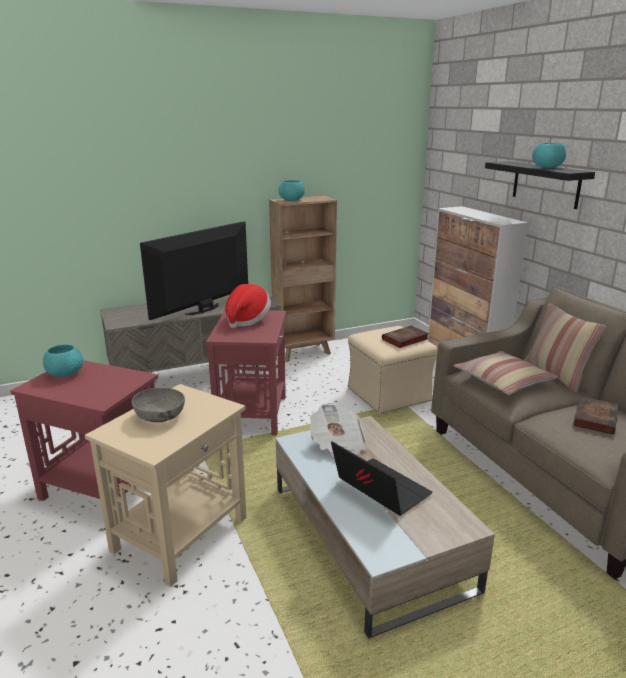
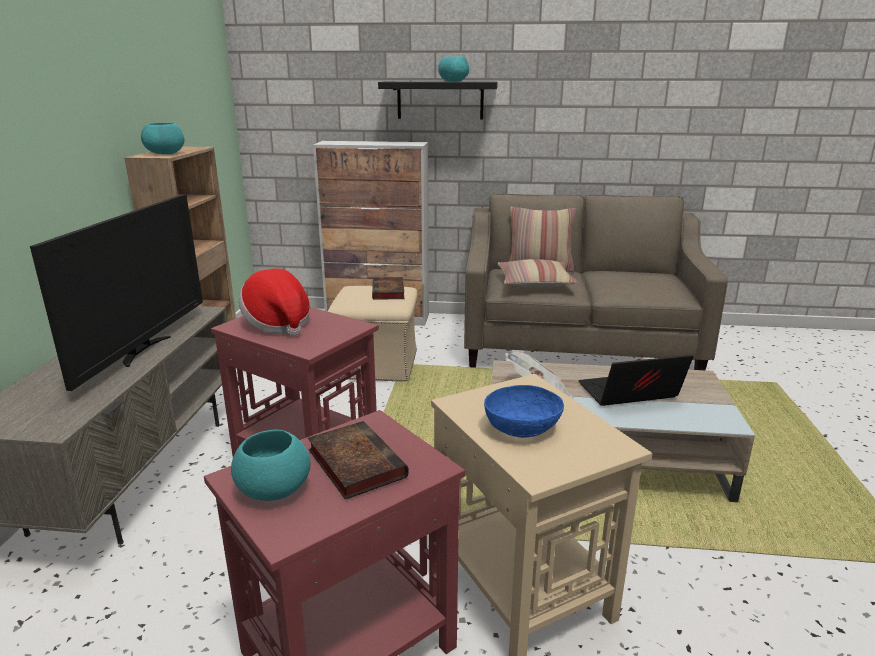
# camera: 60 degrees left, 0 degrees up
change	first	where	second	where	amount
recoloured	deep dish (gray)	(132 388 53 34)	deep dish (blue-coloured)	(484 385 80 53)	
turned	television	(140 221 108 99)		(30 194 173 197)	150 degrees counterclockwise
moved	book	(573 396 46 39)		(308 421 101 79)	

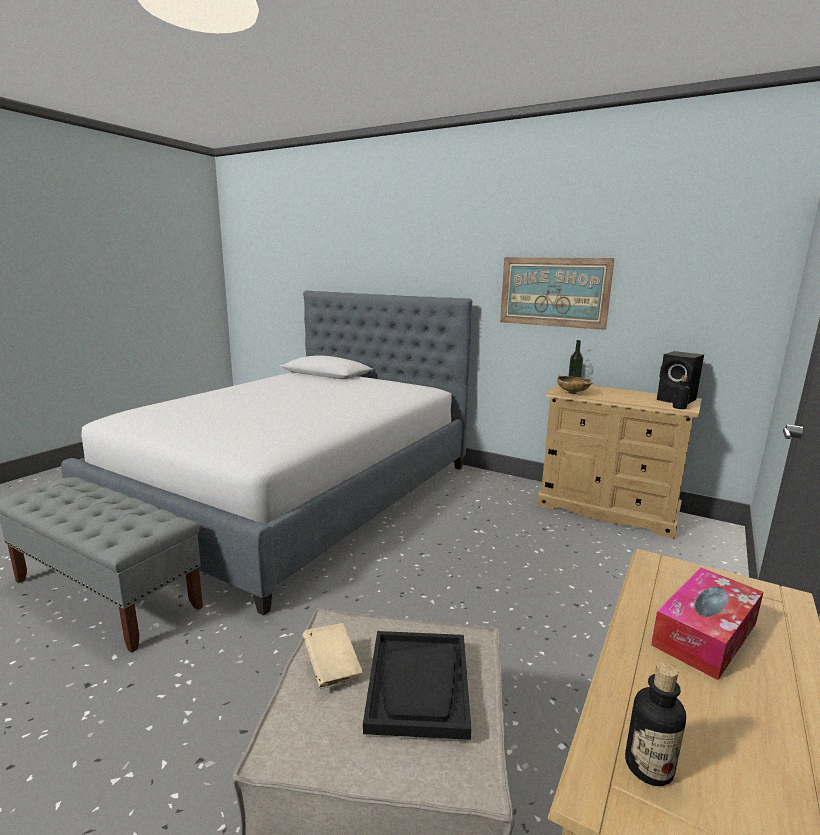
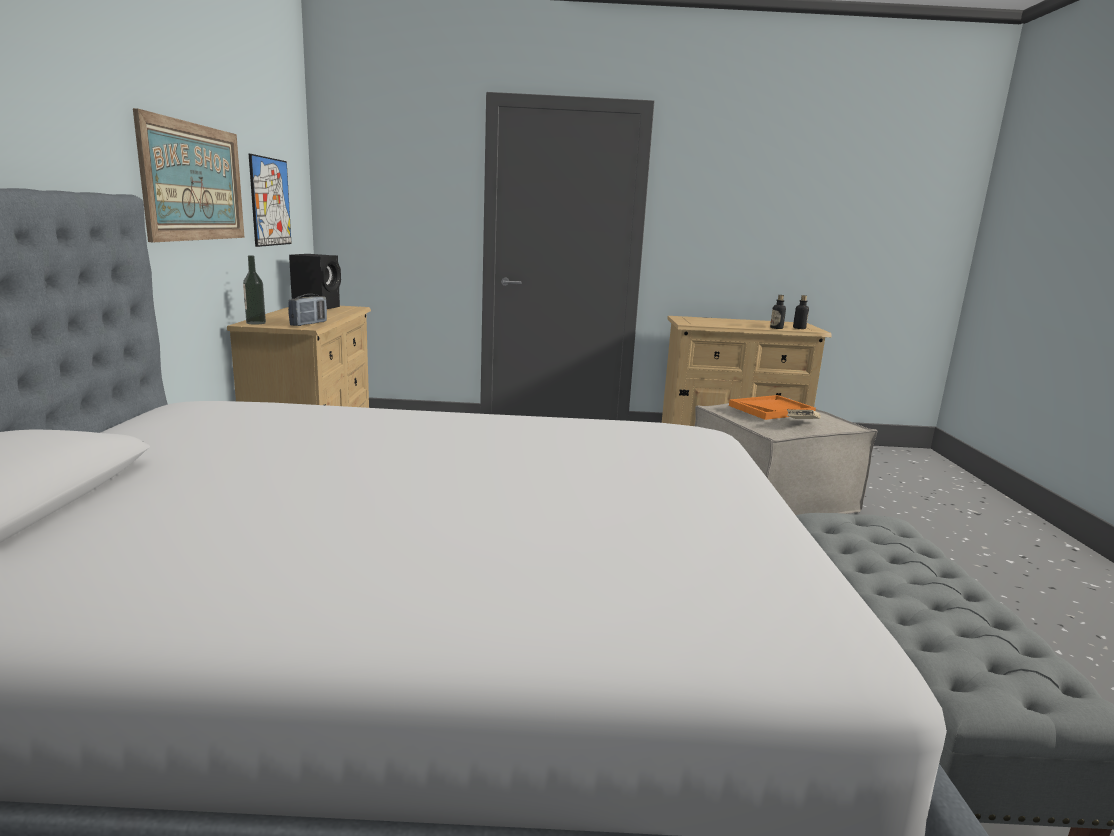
# camera: 120 degrees left, 0 degrees up
change	first	where	second	where	amount
recoloured	serving tray (black)	(363 631 108 109)	serving tray (orange)	(729 395 87 25)	
replaced	deep dish (beige)	(557 375 36 19)	radio set	(288 294 39 32)	
removed	tissue box	(651 568 112 112)			
moved	beverage bottle	(673 375 17 34)		(770 295 16 34)	
added			wall picture	(249 154 43 93)	

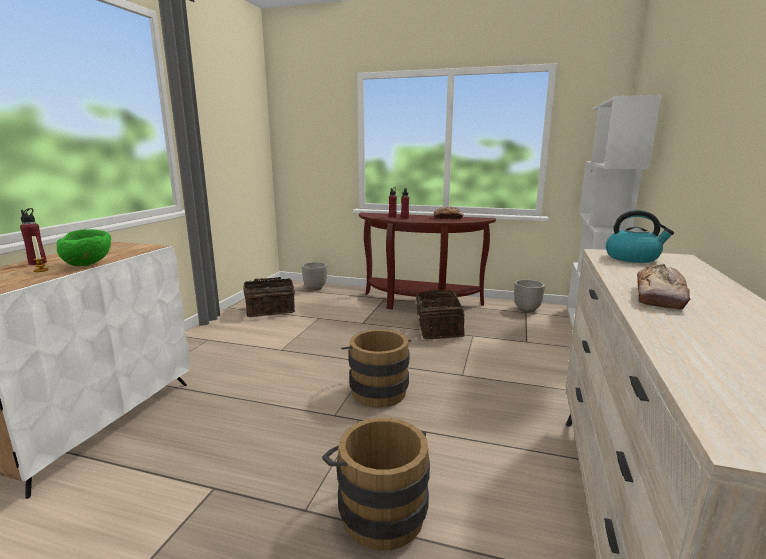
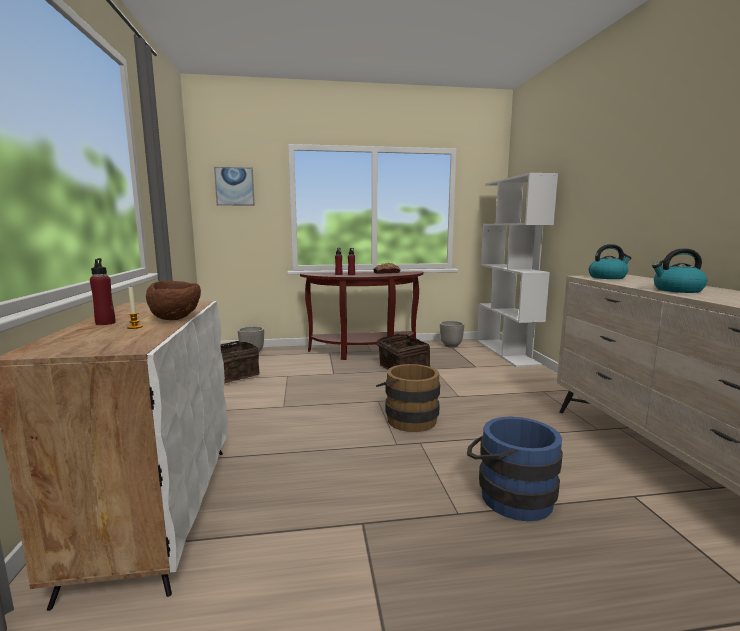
# camera: 25 degrees left, 5 degrees down
change	first	where	second	where	amount
recoloured	deep dish (greenish)	(57 229 54 37)	deep dish (brownish)	(146 281 55 39)	
recoloured	water bucket (brownish)	(322 418 108 132)	water bucket (blue-coloured)	(467 417 96 104)	
replaced	bakery bread	(637 264 53 46)	water kettle	(652 249 55 44)	
added			wall picture	(214 167 41 39)	

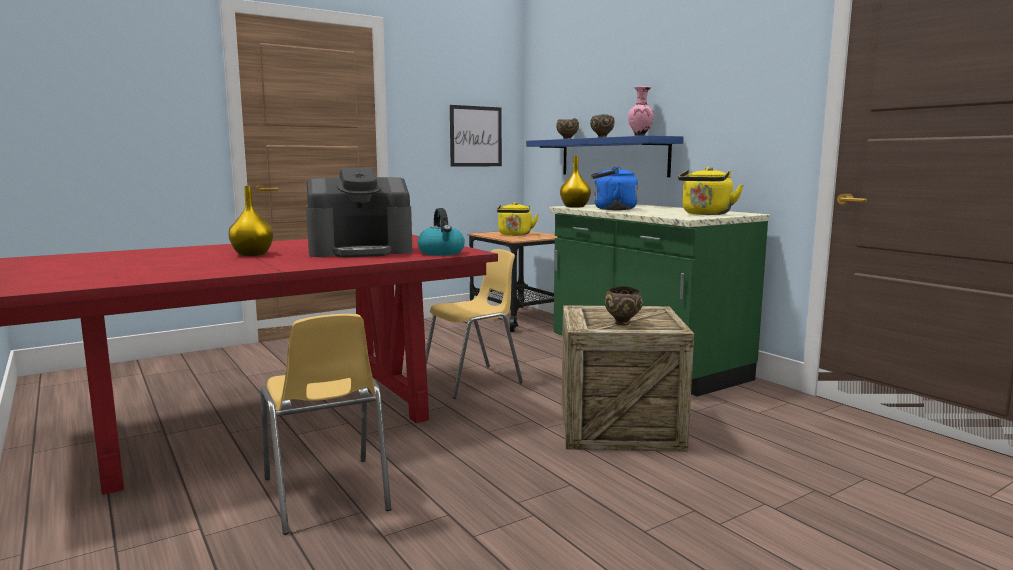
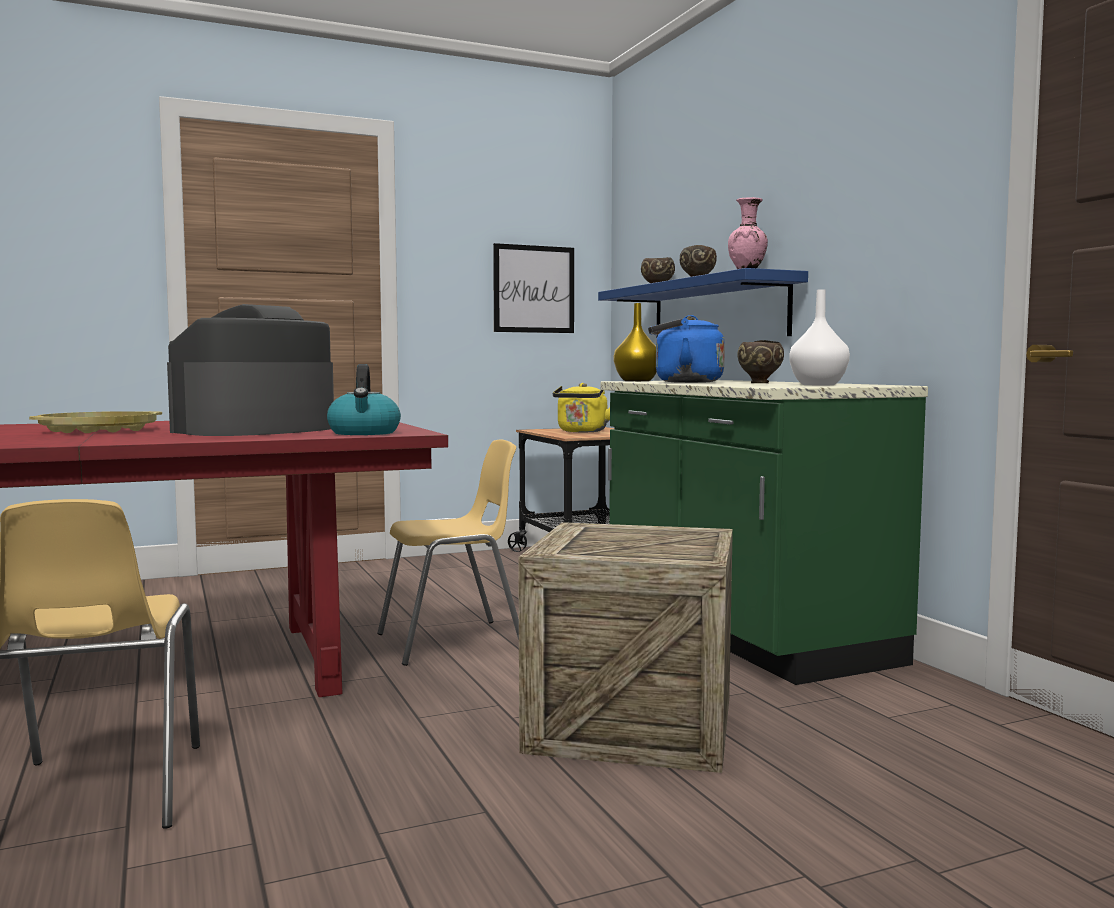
# camera: 10 degrees right, 5 degrees down
change	first	where	second	where	amount
replaced	flower vase (yellow-coloured)	(228 186 45 70)	serving tray (yellow-coloured)	(29 411 133 22)	
turned	coffee brewer	(306 168 106 90)		(167 304 167 132)	135 degrees clockwise
moved	deep dish (brownish)	(605 286 38 39)		(738 340 46 43)	
replaced	water kettle (yellow-coloured)	(678 167 66 48)	flower vase (whitish)	(789 289 61 96)	

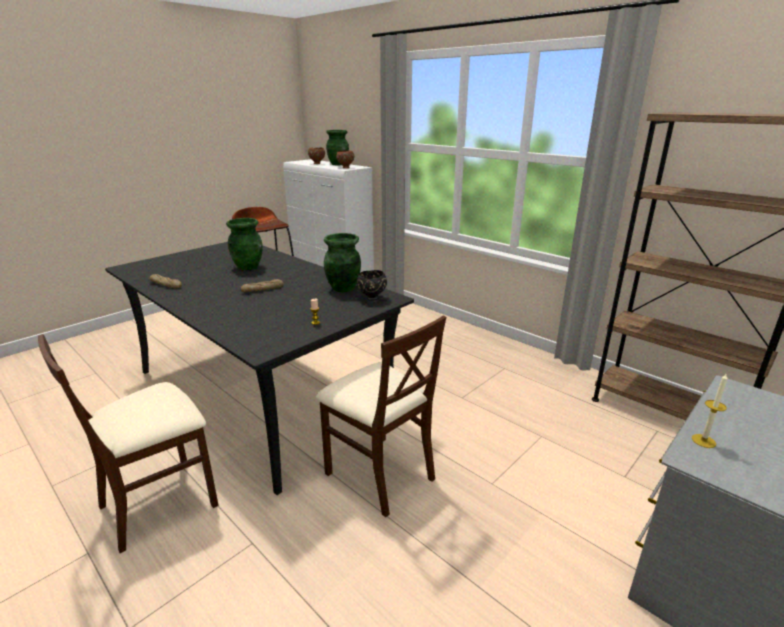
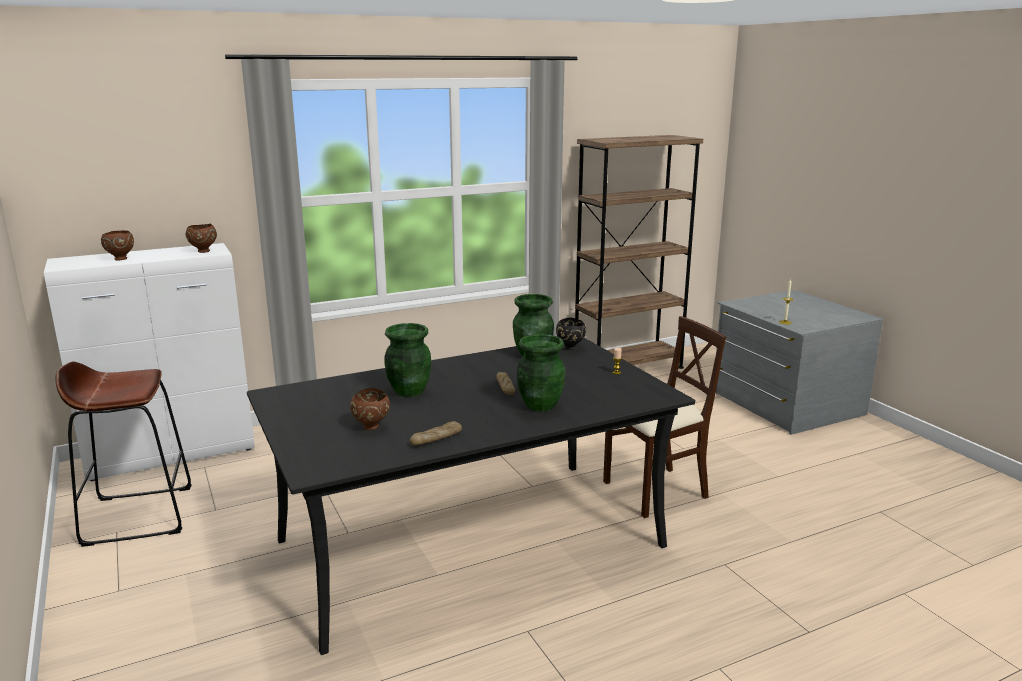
# camera: 70 degrees left, 5 degrees down
change	first	where	second	where	amount
removed	chair (beige)	(38 334 181 219)			
moved	flower vase (greenish)	(326 130 23 35)		(517 334 48 78)	
added			deep dish (brownish)	(350 388 40 42)	

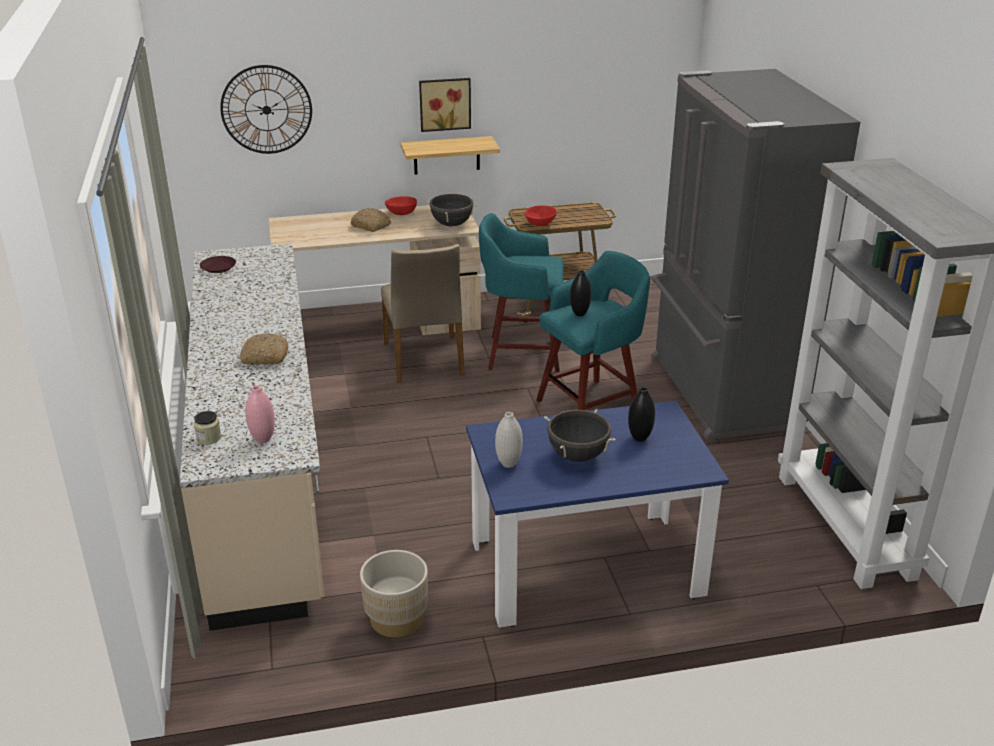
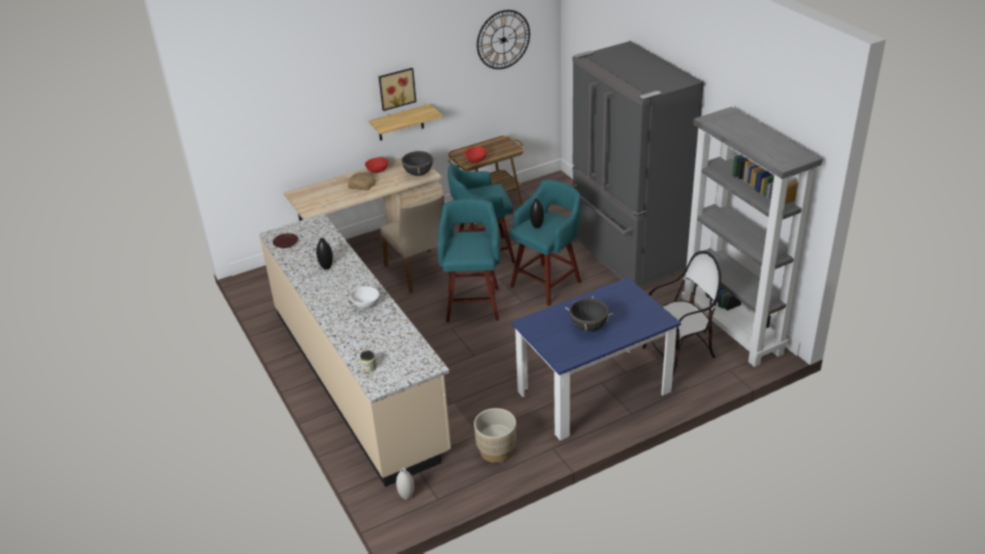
# camera: 15 degrees left, 5 degrees up
change	first	where	second	where	amount
moved	clock on the wall	(220 65 92 89)		(477 10 53 59)	
replaced	bakery bread	(240 333 48 32)	deep dish (whitish)	(350 286 29 23)	
removed	flower vase (pinkish)	(245 386 30 57)			
moved	flower vase (whitish)	(495 412 28 56)		(396 468 18 32)	
moved	flower vase (black)	(628 387 27 55)		(316 238 17 32)	
added			stool (blue-green)	(437 199 63 123)	
added			chair	(643 251 78 124)	

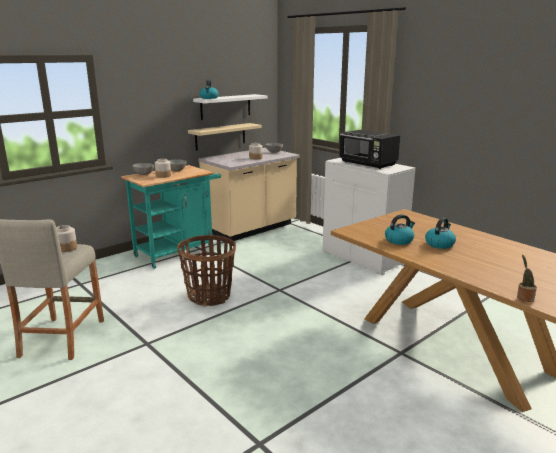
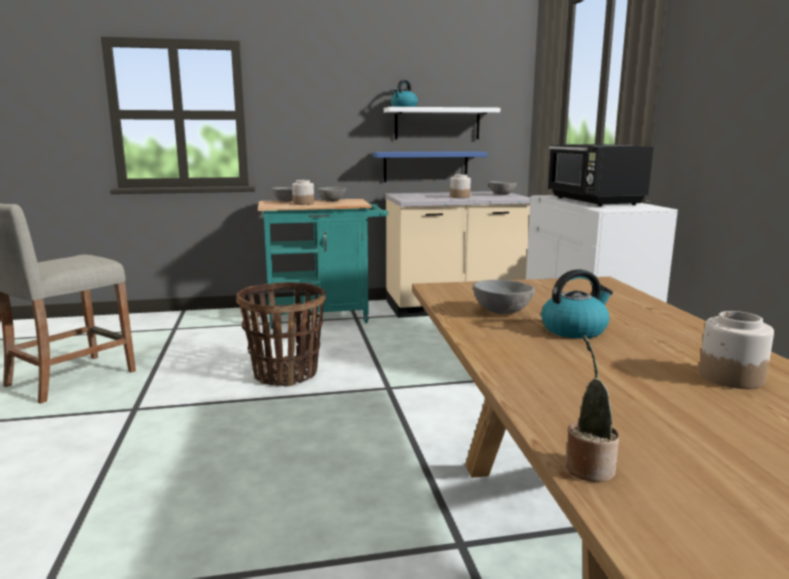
# camera: 30 degrees right, 5 degrees down
change	first	where	second	where	amount
moved	preserve jar	(56 225 21 27)		(699 311 75 78)	
recoloured	shelf (beige)	(188 123 74 28)	shelf (blue-coloured)	(373 151 115 31)	
replaced	water kettle	(385 214 30 31)	deep dish (gray)	(473 280 62 34)	

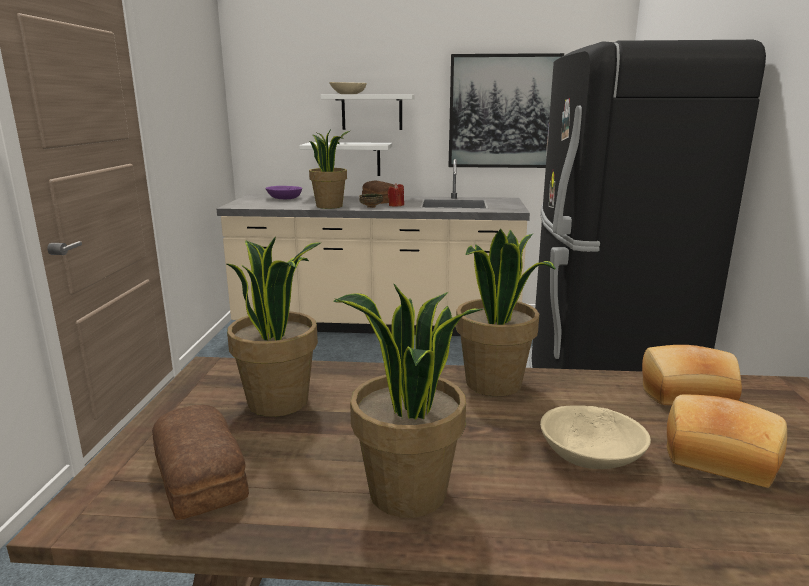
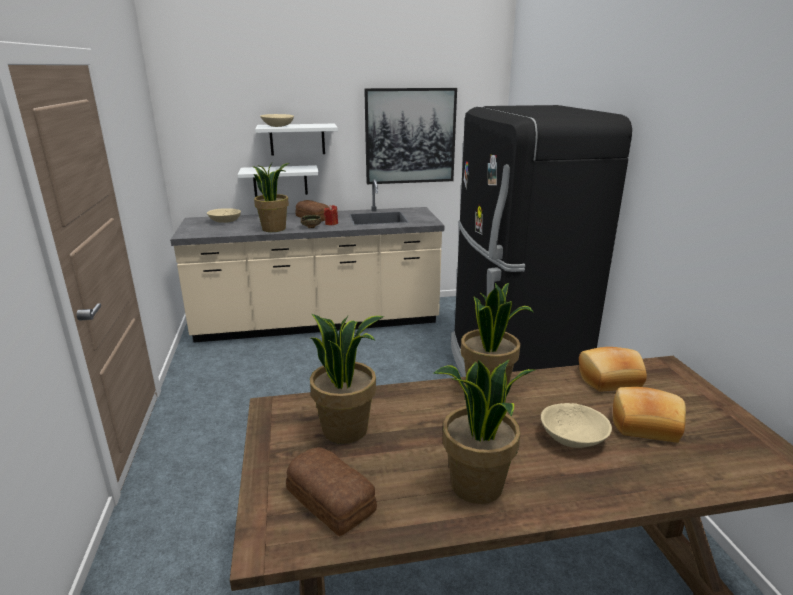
# camera: 15 degrees left, 5 degrees up
change	first	where	second	where	amount
recoloured	deep dish (purple)	(265 186 37 13)	deep dish (beige)	(207 208 34 15)	

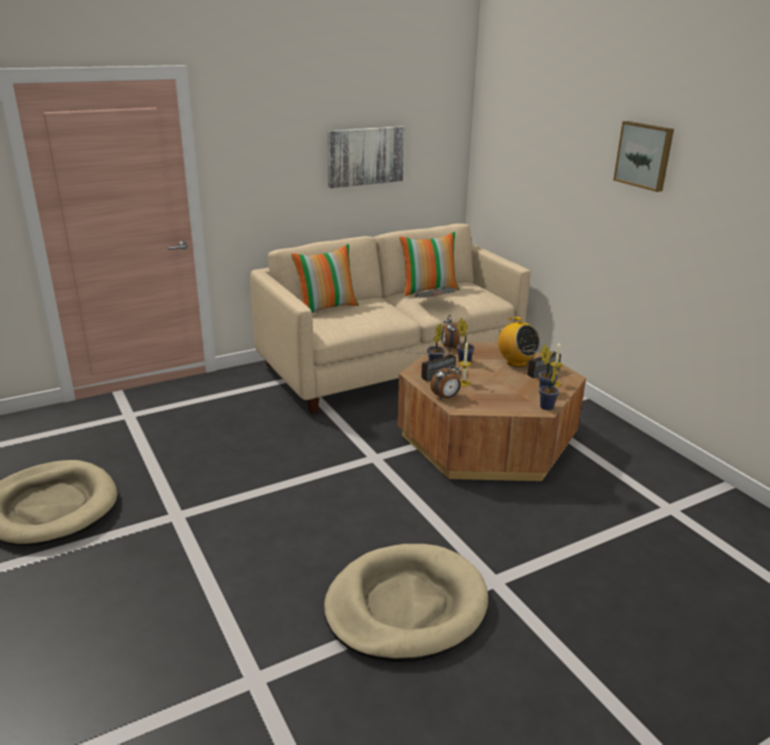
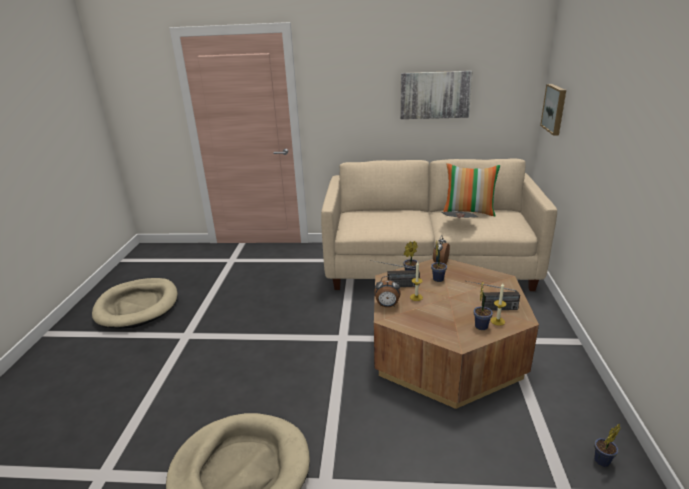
# camera: 35 degrees right, 0 degrees up
change	first	where	second	where	amount
removed	throw pillow	(291 244 68 69)			
removed	radio set	(497 317 43 50)			
moved	houseplant	(539 361 20 49)		(594 424 27 43)	
moved	wall picture	(613 121 61 71)		(540 84 26 52)	

